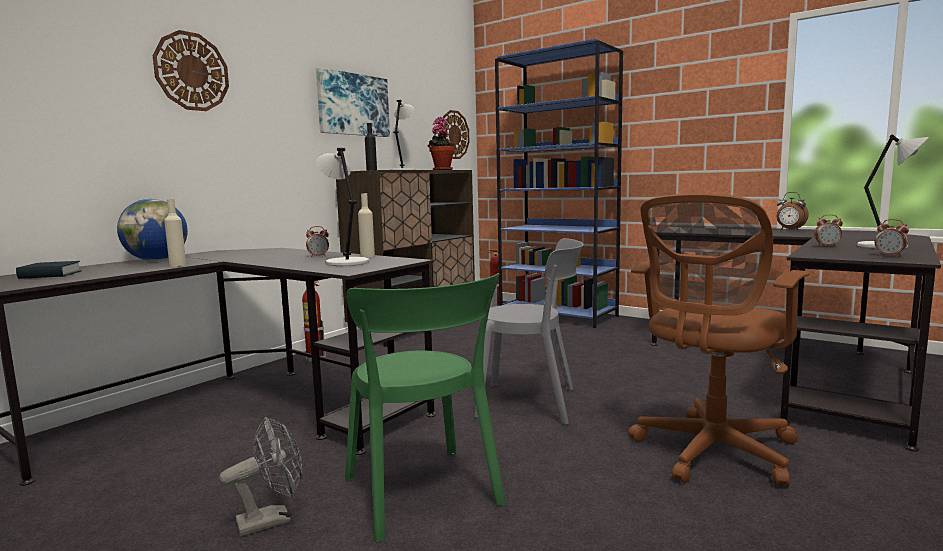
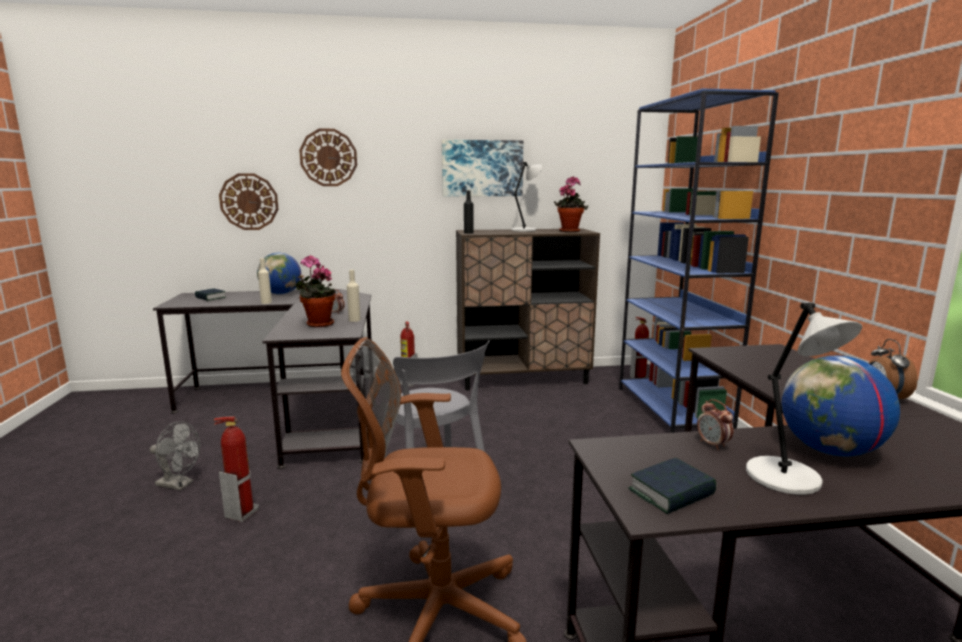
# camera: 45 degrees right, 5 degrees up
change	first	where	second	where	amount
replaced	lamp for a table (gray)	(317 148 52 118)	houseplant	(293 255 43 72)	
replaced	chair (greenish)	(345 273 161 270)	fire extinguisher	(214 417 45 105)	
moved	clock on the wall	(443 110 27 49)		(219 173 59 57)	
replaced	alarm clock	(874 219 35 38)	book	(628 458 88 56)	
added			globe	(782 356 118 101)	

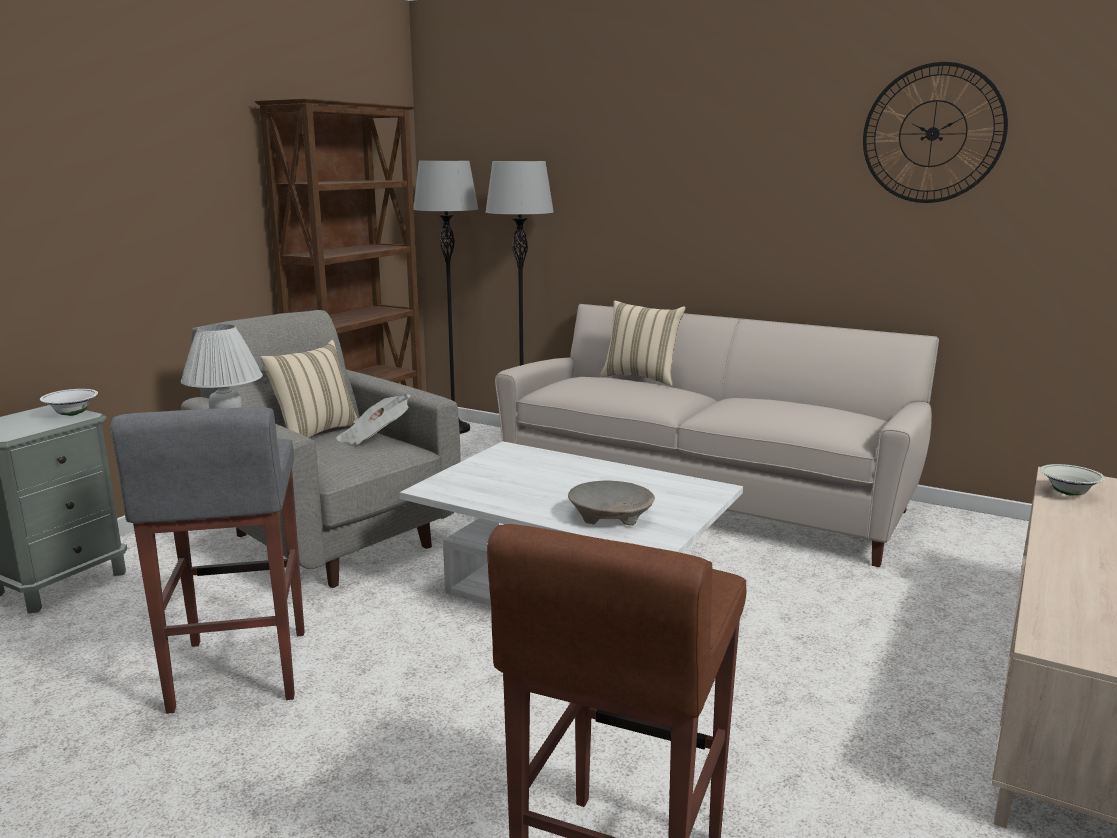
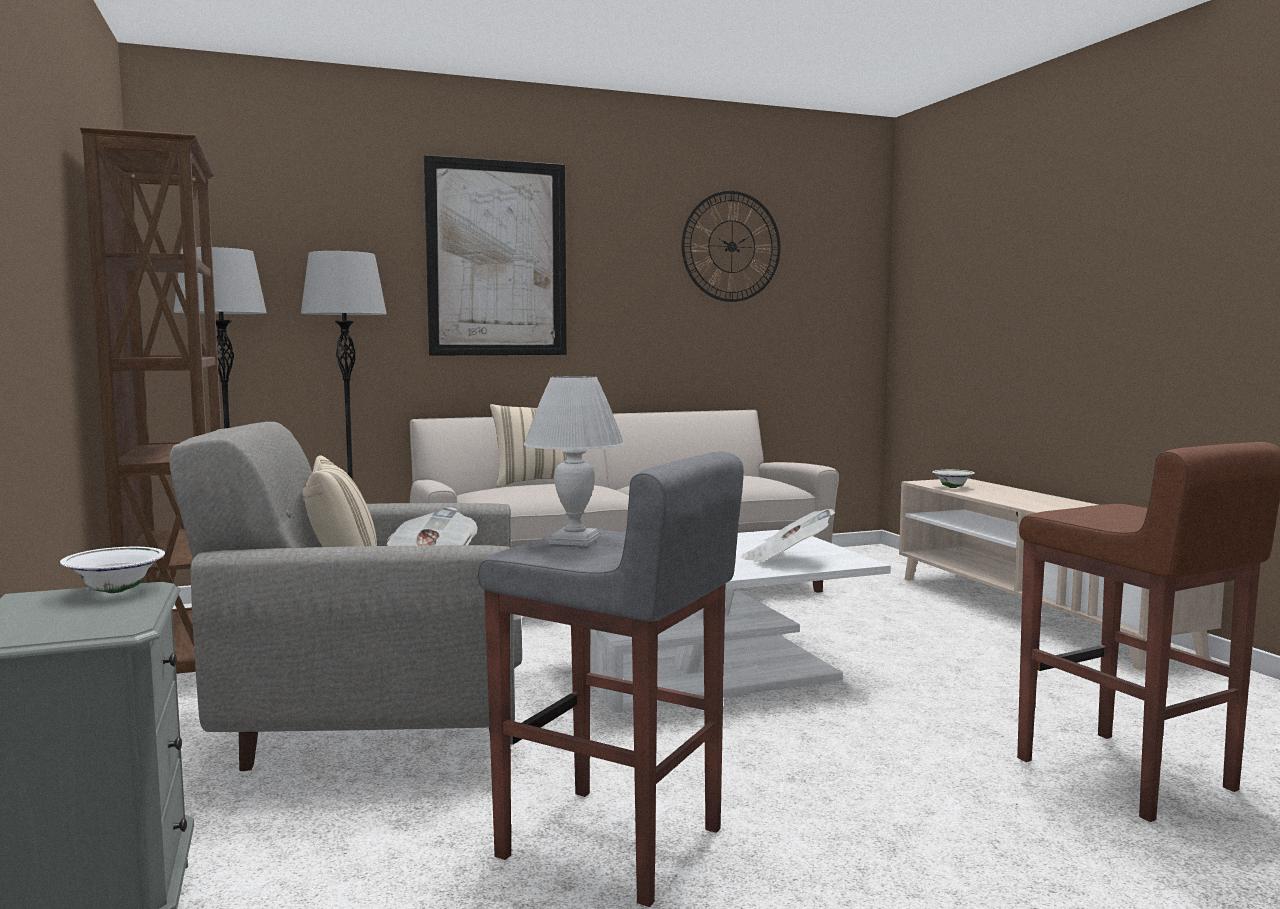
# camera: 50 degrees left, 10 degrees down
change	first	where	second	where	amount
replaced	deep dish (beige)	(568 481 87 44)	printed paper	(741 509 94 54)	
added			wall picture	(424 155 143 201)	

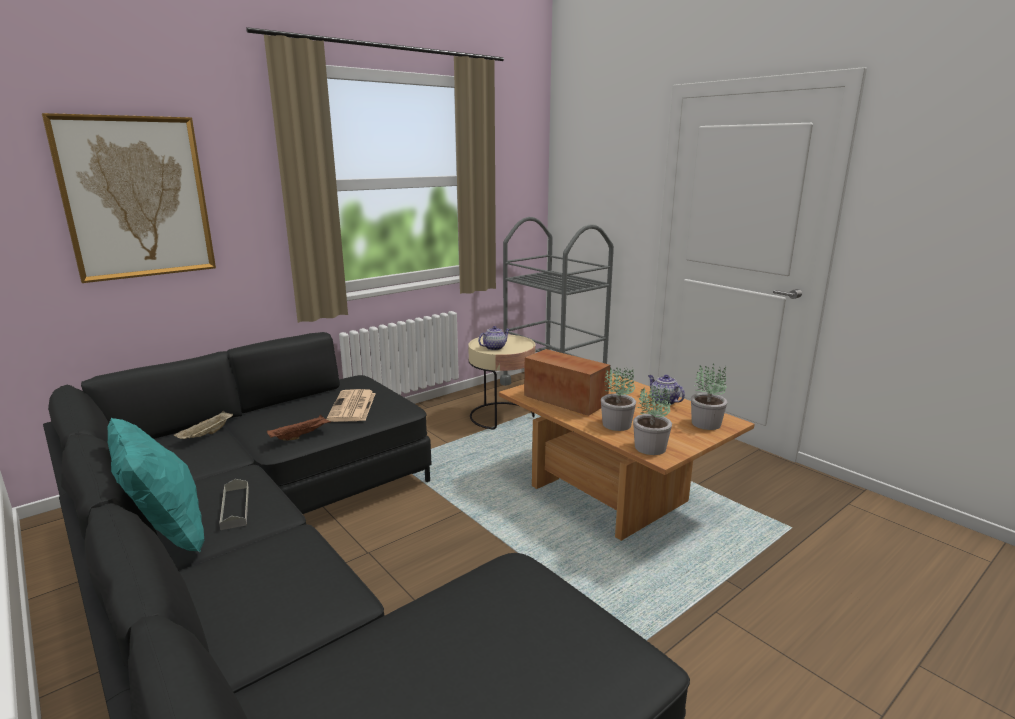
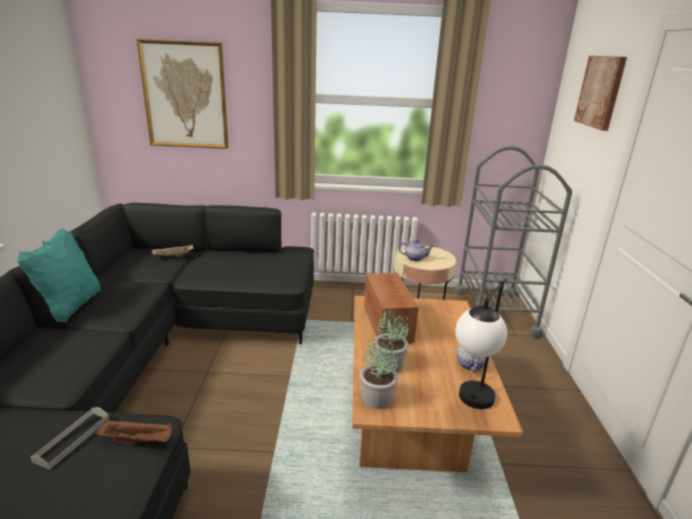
# camera: 40 degrees right, 5 degrees up
change	first	where	second	where	amount
moved	serving tray (gray)	(219 479 30 51)		(30 407 79 63)	
moved	serving tray (brownish)	(267 415 64 26)		(95 419 77 26)	
removed	printed paper	(326 389 50 33)			
replaced	houseplant	(691 363 36 67)	lamp for a table	(455 278 53 131)	
added			wall picture	(574 56 53 75)	

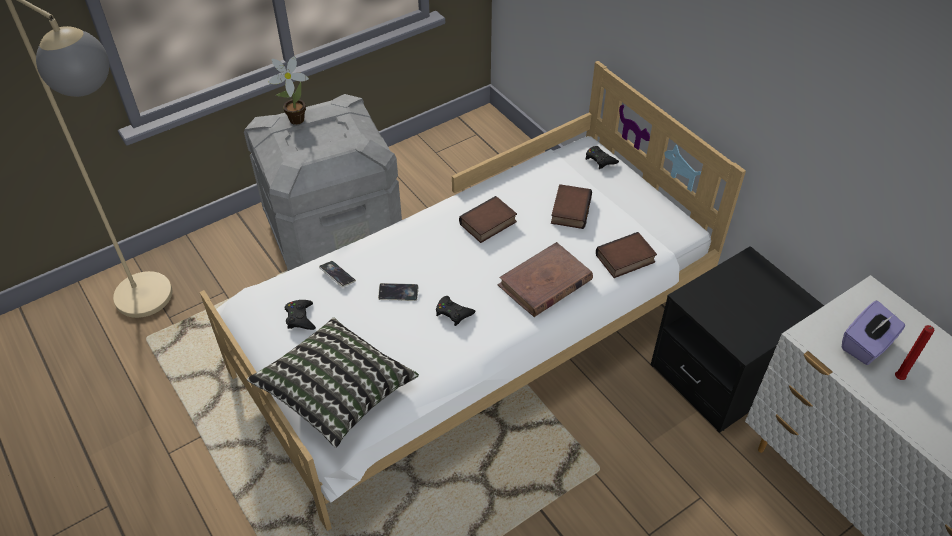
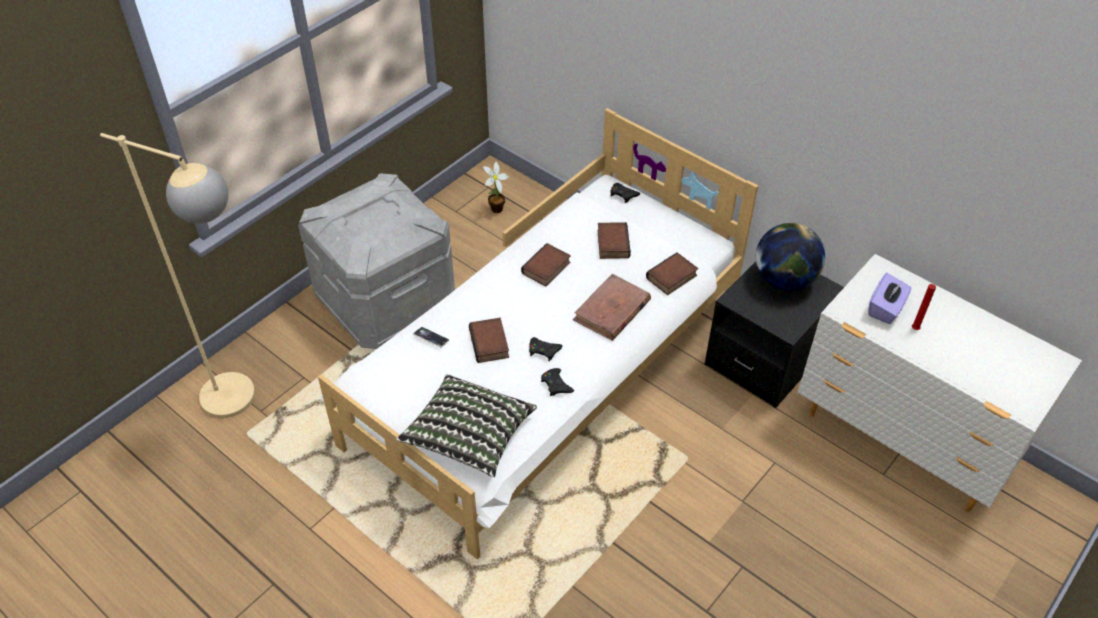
# camera: 15 degrees left, 0 degrees up
change	first	where	second	where	amount
moved	houseplant	(268 56 41 69)		(483 161 26 52)	
moved	game controller (black)	(285 300 31 30)		(541 368 33 28)	
replaced	telephone	(378 283 40 18)	book	(469 318 40 45)	
added			globe	(756 223 69 68)	

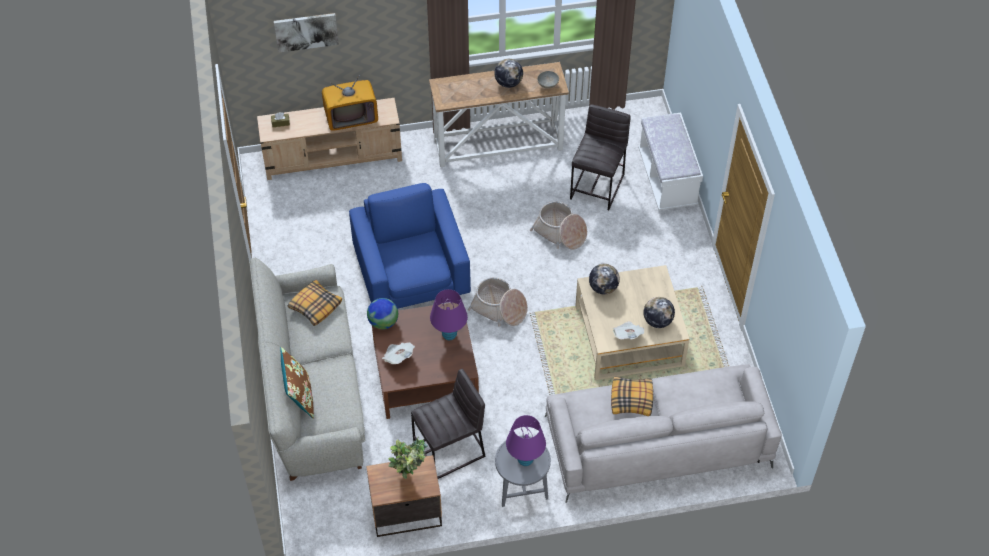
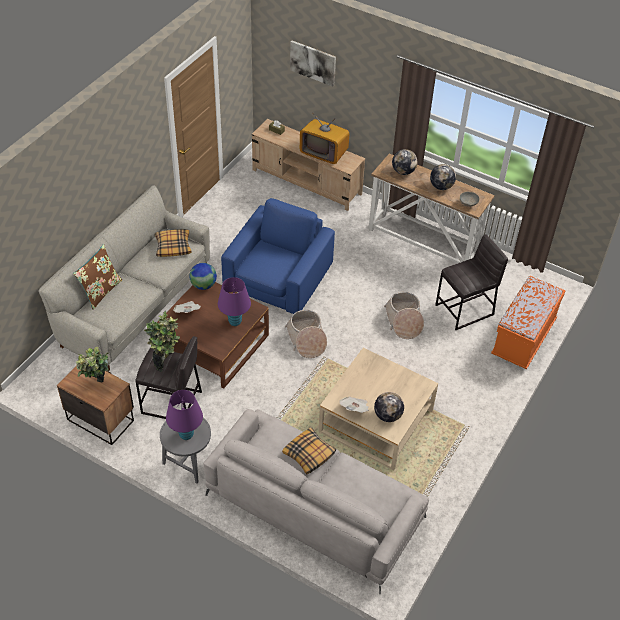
# camera: 40 degrees right, 5 degrees down
change	first	where	second	where	amount
moved	globe	(589 264 31 30)		(392 149 25 26)	
recoloured	long seat (whitish)	(638 113 65 97)	long seat (orange)	(491 276 75 93)	
added			houseplant	(144 311 36 61)	

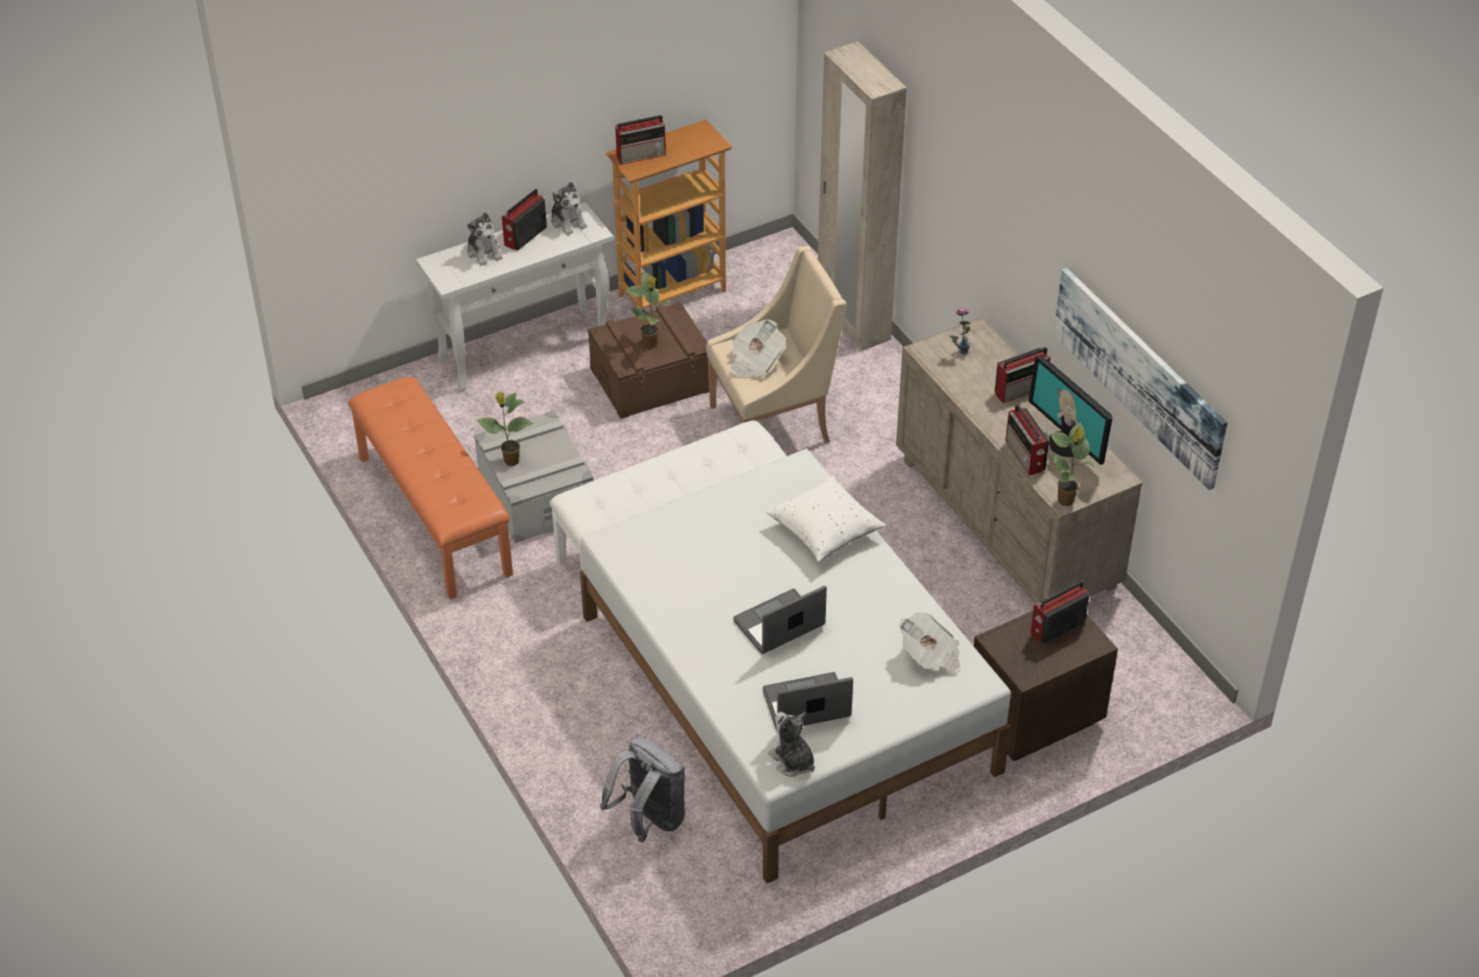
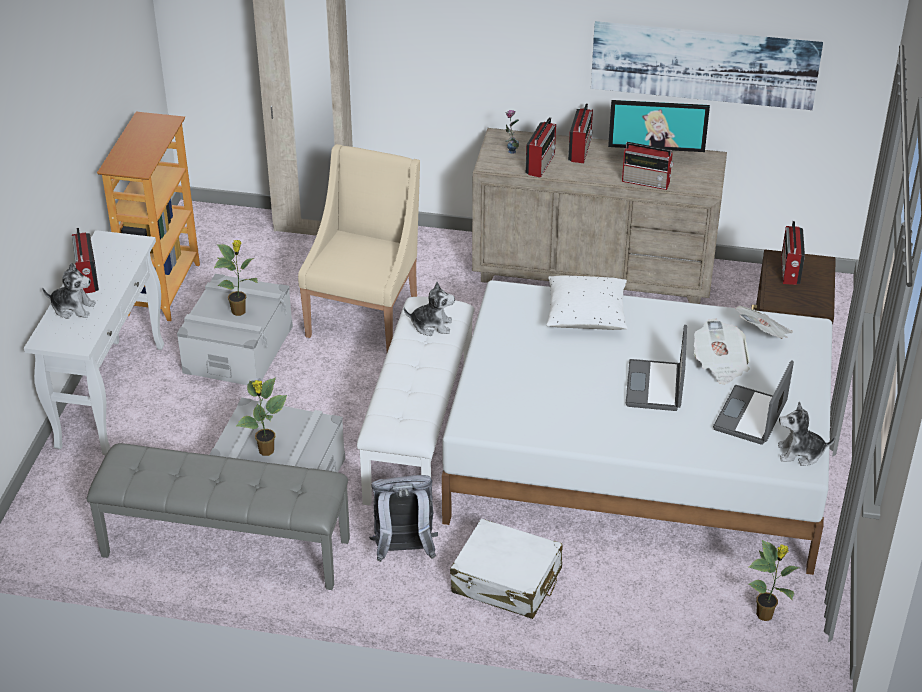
# camera: 50 degrees left, 5 degrees down
change	first	where	second	where	amount
recoloured	long seat (orange)	(348 377 165 223)	long seat (gray)	(87 443 263 147)	
moved	soft toy	(551 182 36 53)		(404 282 51 54)	
recoloured	storage container (brownish)	(588 302 121 117)	storage container (gray)	(177 274 116 111)	
moved	rucksack (gray)	(600 738 85 104)		(369 475 69 87)	
moved	radio set	(615 115 51 50)		(526 117 30 61)	
moved	printed paper	(730 319 56 59)		(694 319 56 66)	
moved	houseplant	(1050 422 45 84)		(749 540 51 81)	
added			piece of luggage (whitish)	(450 518 112 101)	

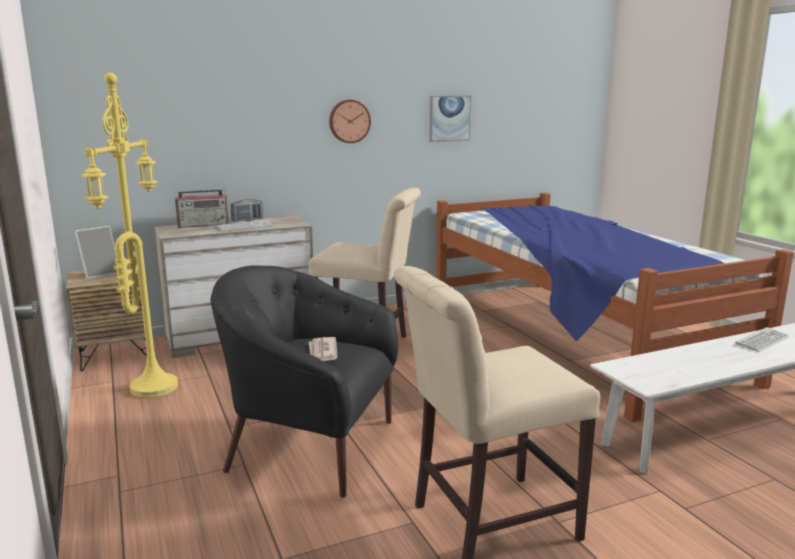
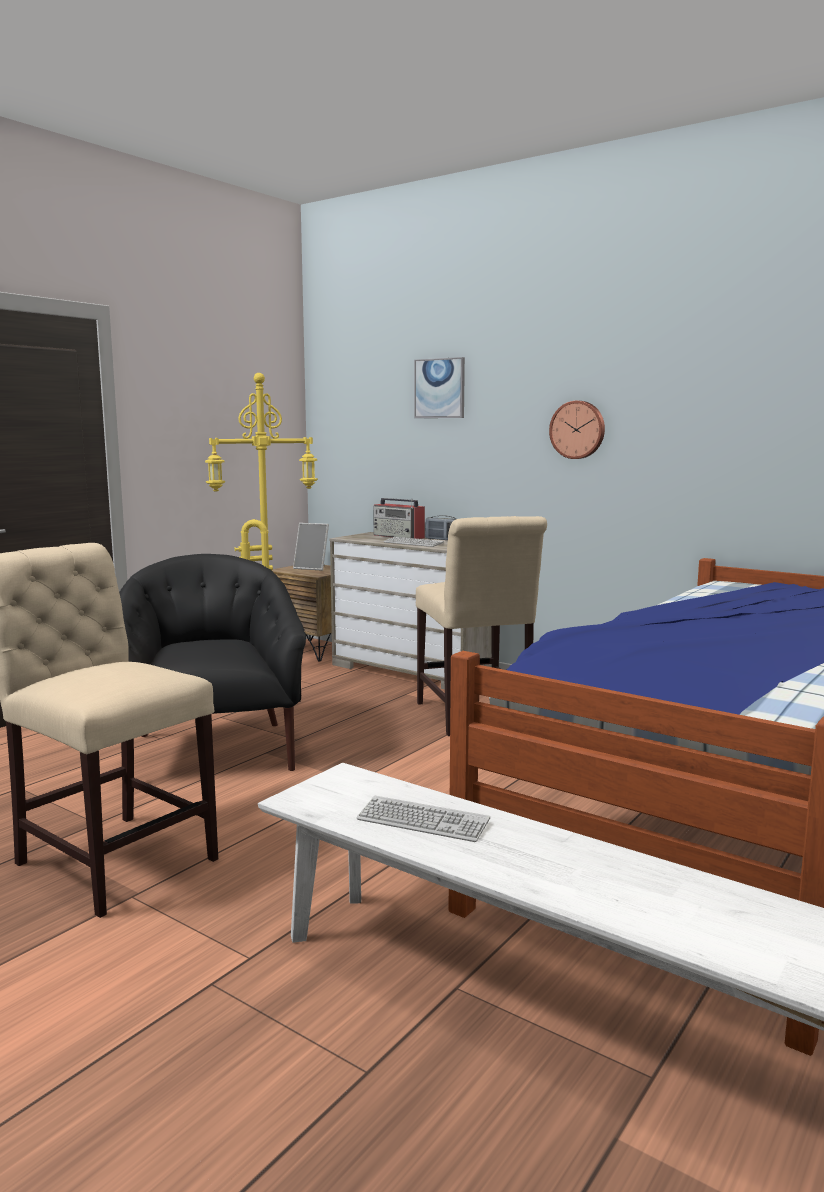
# camera: 60 degrees right, 5 degrees down
change	first	where	second	where	amount
removed	printed paper	(309 337 29 24)			
moved	wall picture	(429 96 42 46)		(414 357 51 61)	
moved	PC keyboard	(735 327 54 25)		(356 796 134 46)	

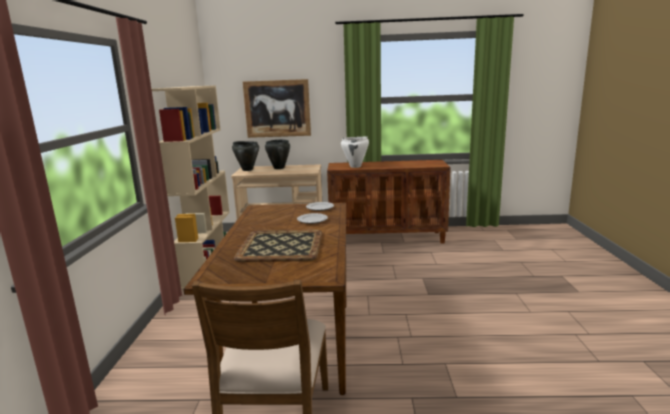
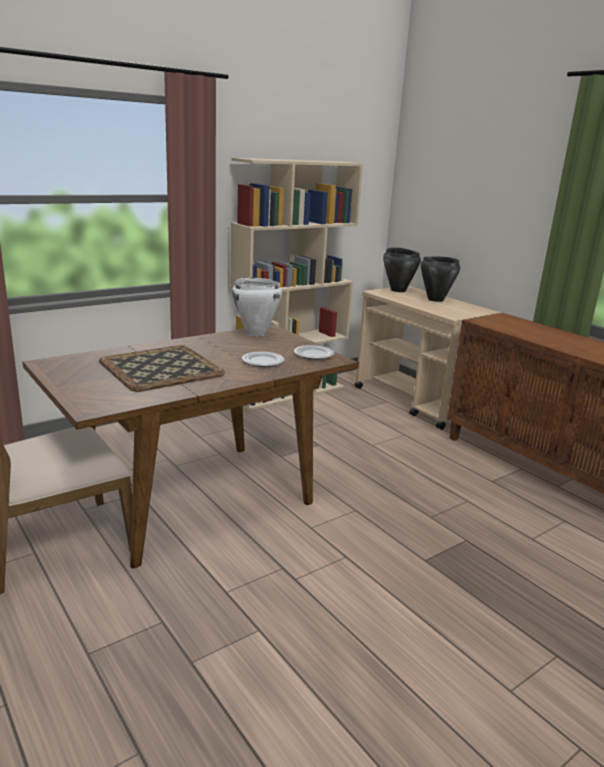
# camera: 50 degrees right, 5 degrees up
change	first	where	second	where	amount
removed	wall picture	(243 79 68 59)			
moved	cooking pot (whitish)	(341 137 28 31)		(232 277 50 60)	

